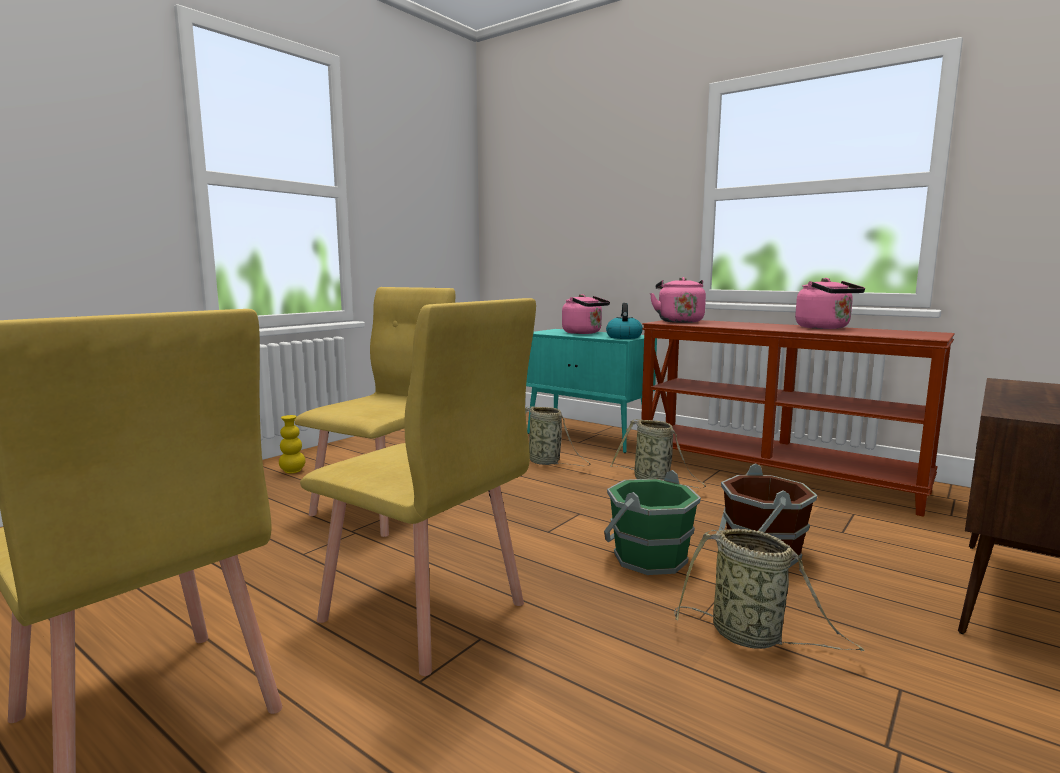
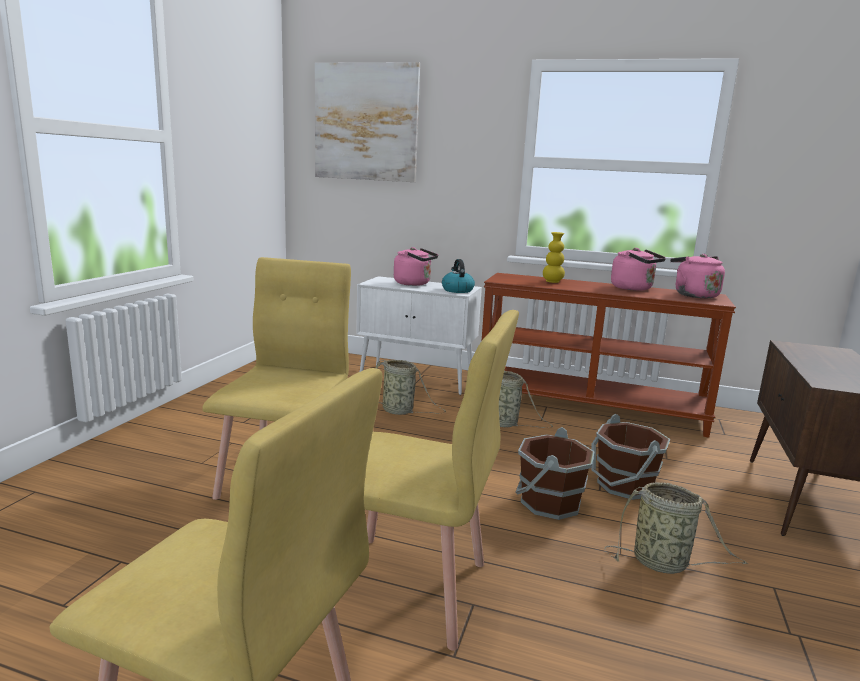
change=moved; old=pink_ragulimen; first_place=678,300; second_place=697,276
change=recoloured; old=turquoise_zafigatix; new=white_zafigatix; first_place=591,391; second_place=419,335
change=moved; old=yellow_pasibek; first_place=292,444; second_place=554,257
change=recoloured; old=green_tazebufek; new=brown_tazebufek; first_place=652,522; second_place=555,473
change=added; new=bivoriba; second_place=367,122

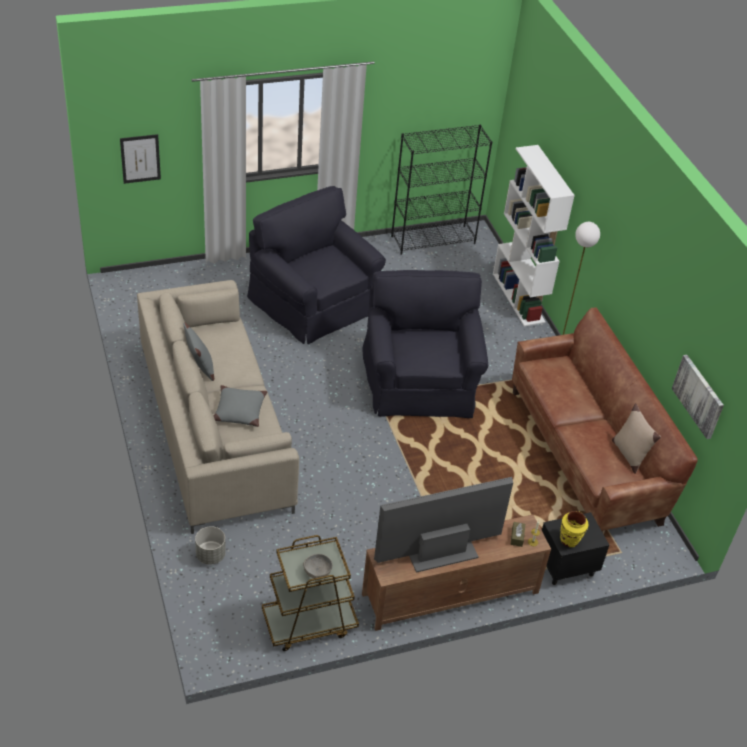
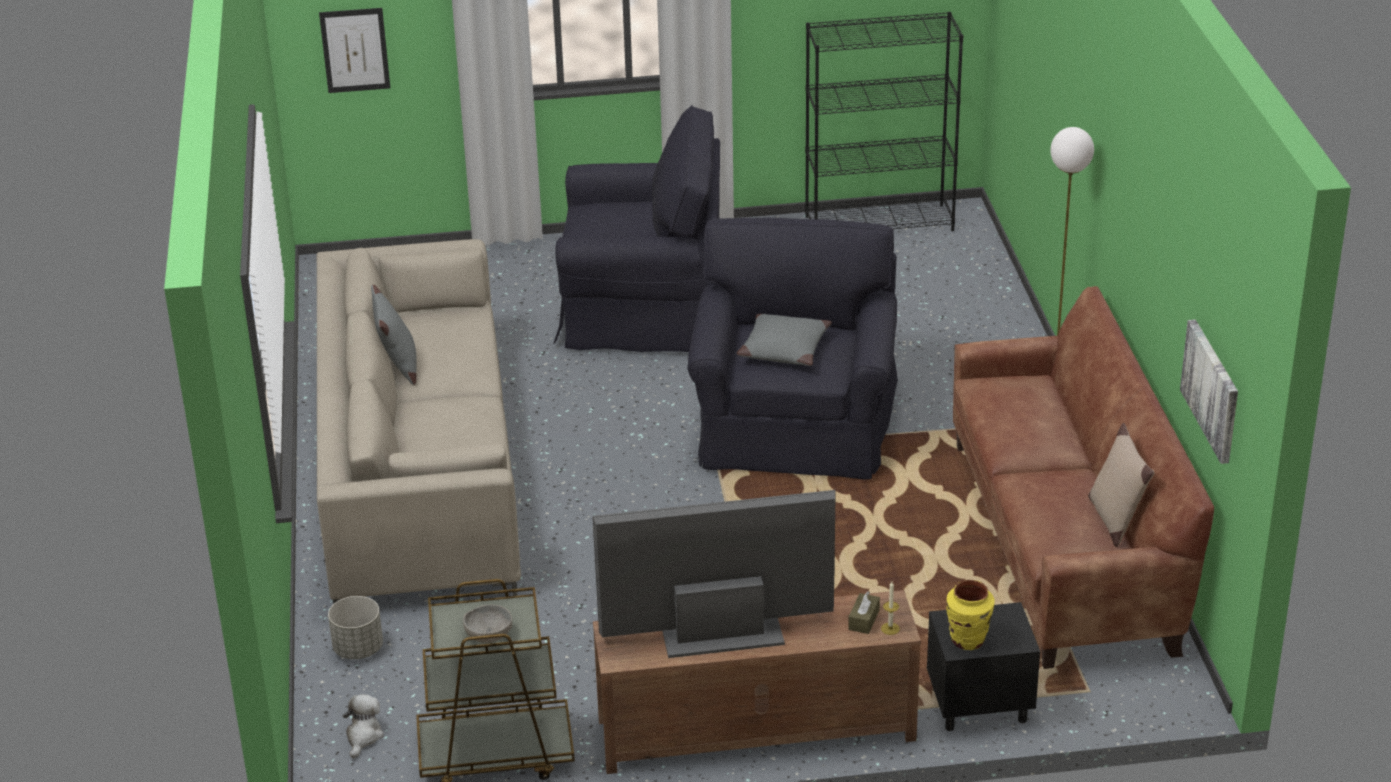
change=removed; old=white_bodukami; first_place=534,236
change=turned; old=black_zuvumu; first_place=316,265; second_place=637,228; degrees=120
change=moved; old=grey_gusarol; first_place=240,406; second_place=784,340
change=added; new=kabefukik; second_place=363,726

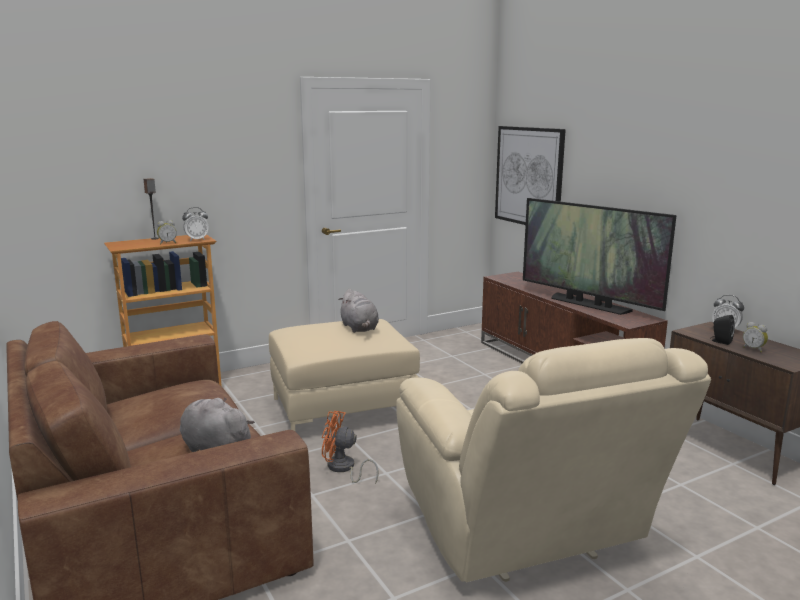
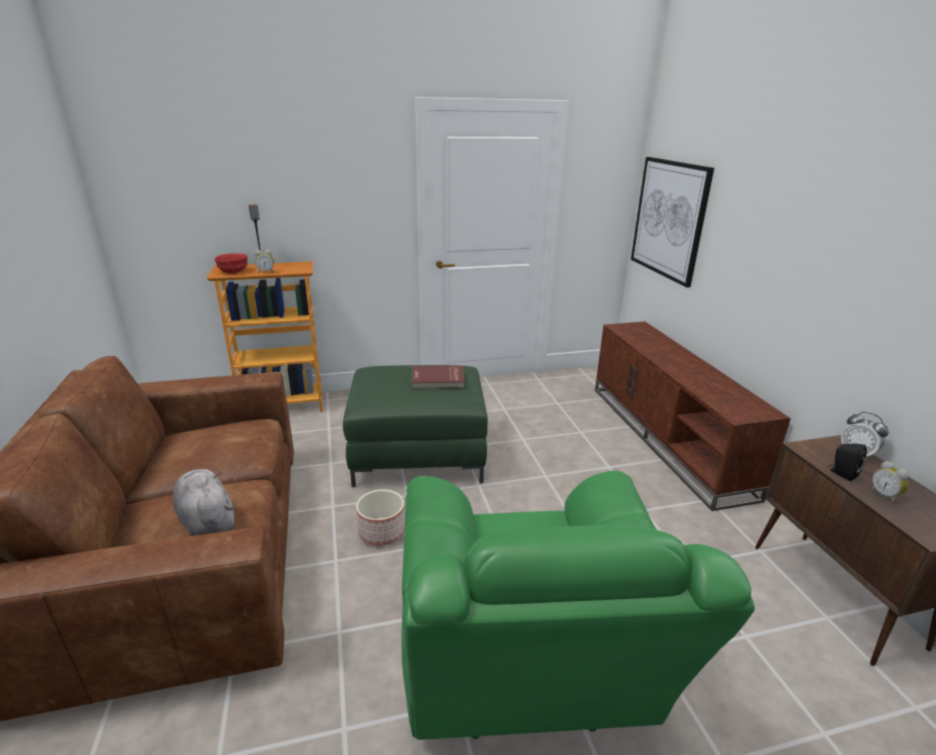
change=removed; old=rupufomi; first_place=599,256
change=removed; old=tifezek; first_place=195,224
change=replaced; old=grey_kabefukik; new=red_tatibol; first_place=358,311; second_place=438,376
change=recoloured; old=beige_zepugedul; new=green_zepugedul; first_place=344,375; second_place=415,426
change=recoloured; old=beige_zuvumu; new=green_zuvumu; first_place=553,460; second_place=578,605
change=replaced; old=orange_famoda; new=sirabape; first_place=350,447; second_place=380,517
change=added; new=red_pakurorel; second_place=231,263

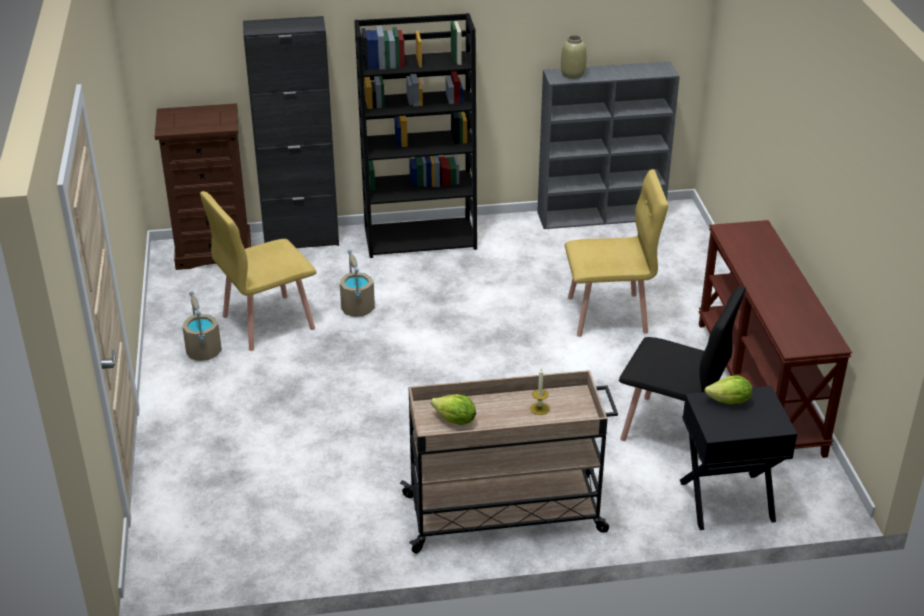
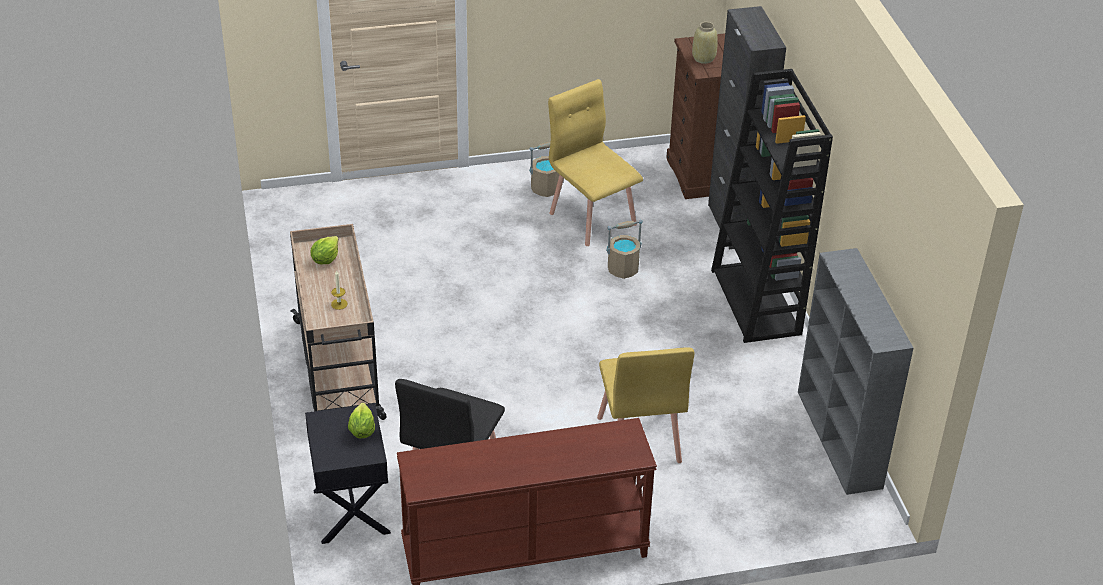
change=moved; old=beige_pasibek; first_place=573,57; second_place=705,43

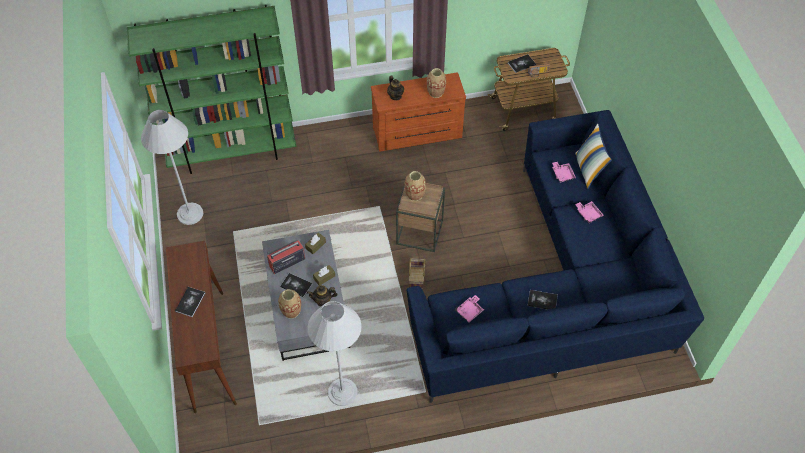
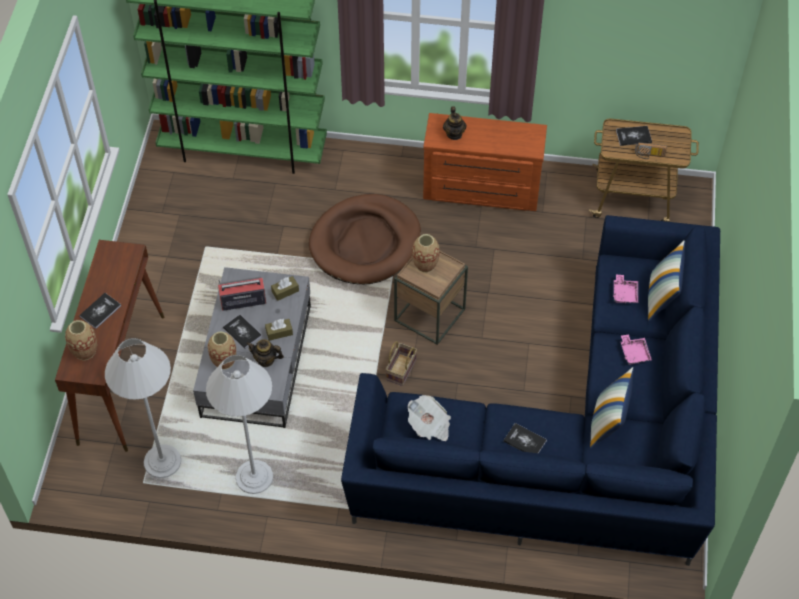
change=moved; old=pasibek; first_place=436,83; second_place=81,340
change=moved; old=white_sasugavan; first_place=172,167; second_place=143,408
change=replaced; old=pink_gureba; new=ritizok; first_place=469,308; second_place=429,418
change=added; new=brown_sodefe; second_place=365,239
change=added; new=gusarol; second_place=612,408

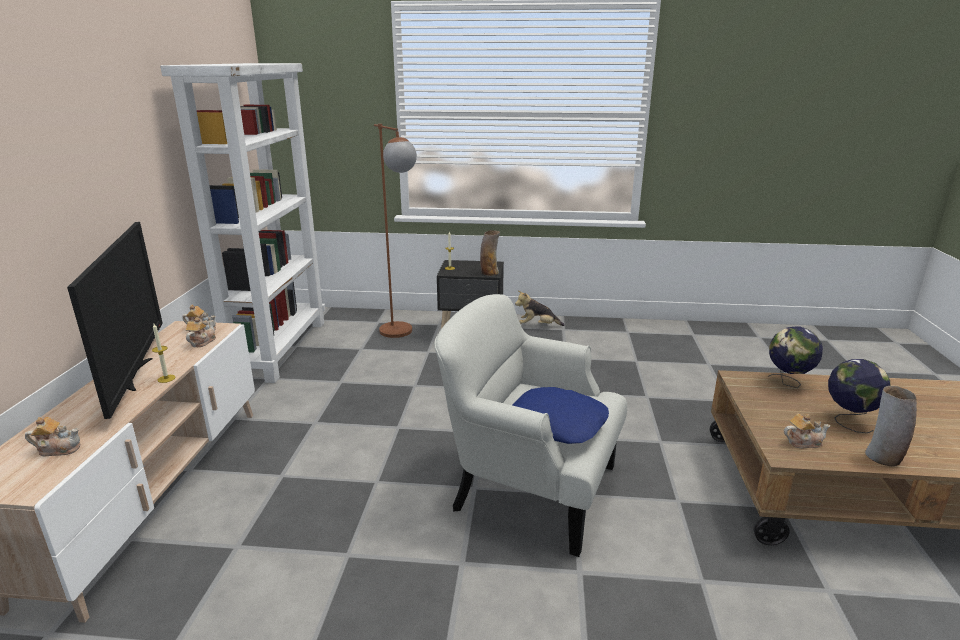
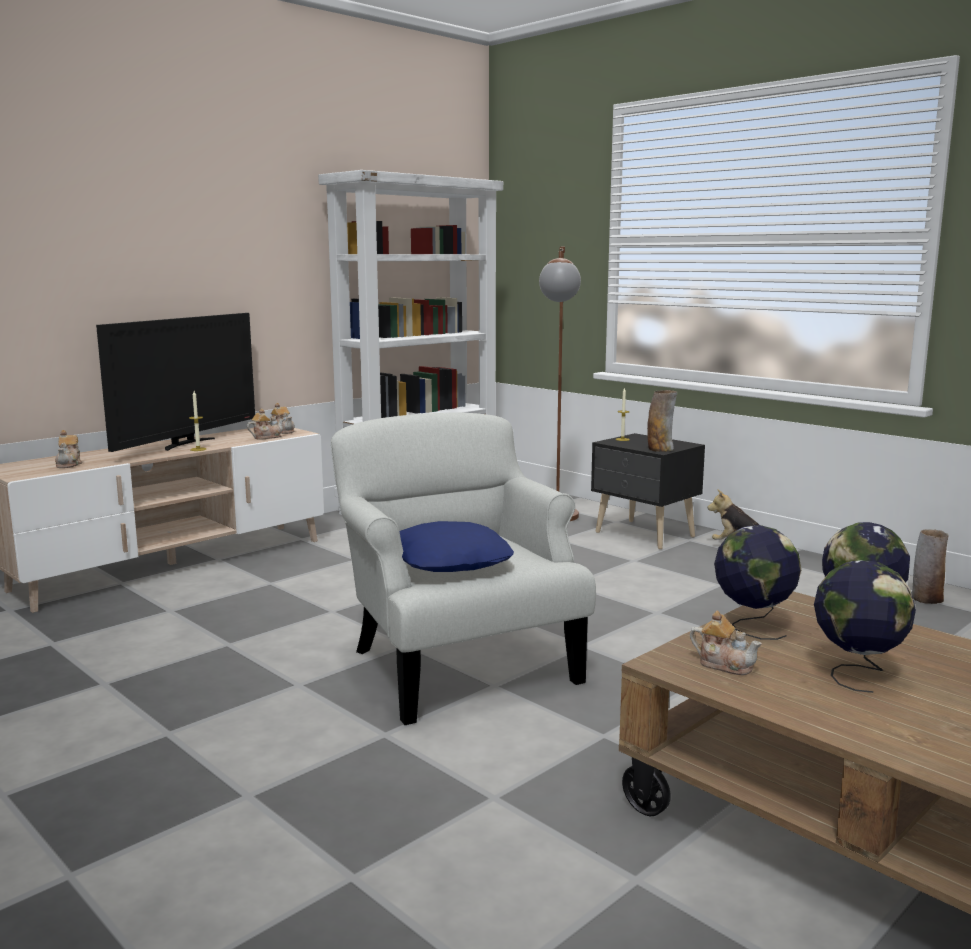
change=moved; old=pasibek; first_place=891,426; second_place=930,566
change=turned; old=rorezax; first_place=52,436; second_place=68,449; degrees=45
change=added; new=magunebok; second_place=757,582

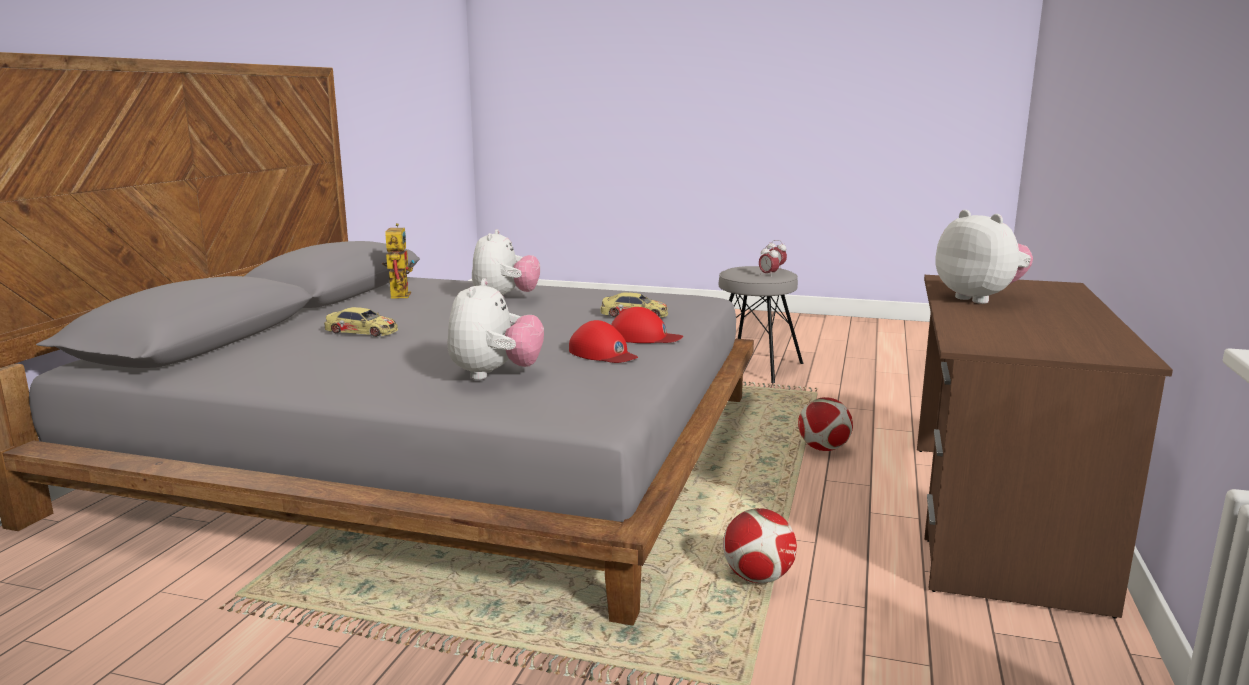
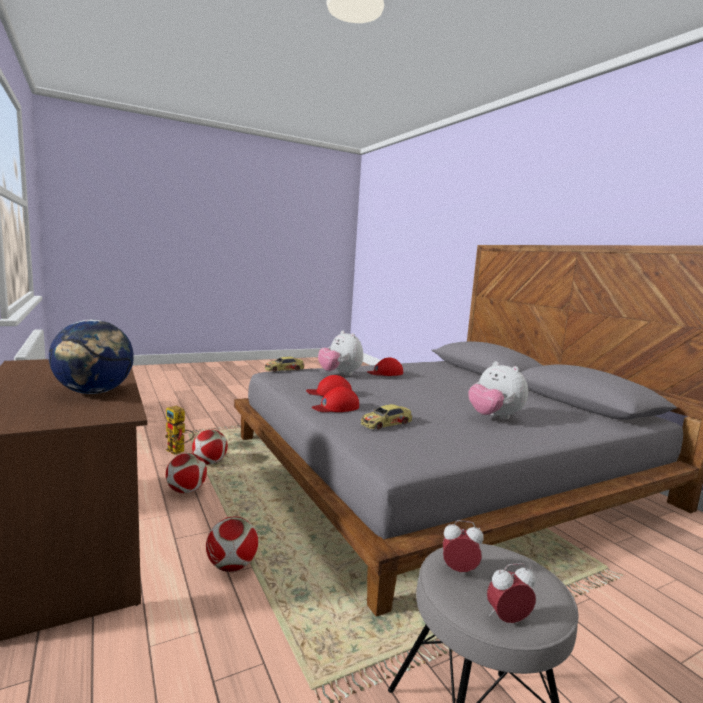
change=replaced; old=kabefukik; new=magunebok; first_place=984,257; second_place=91,357
change=moved; old=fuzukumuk; first_place=398,261; second_place=179,430
change=moved; old=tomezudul; first_place=361,322; second_place=284,364
change=added; new=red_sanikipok; second_place=385,366
change=added; new=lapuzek; second_place=186,473

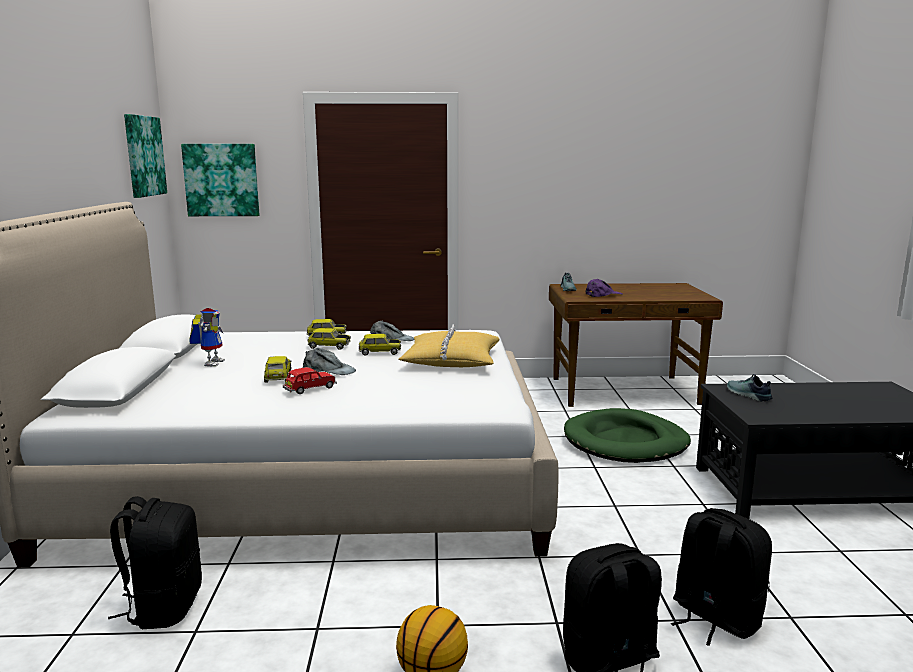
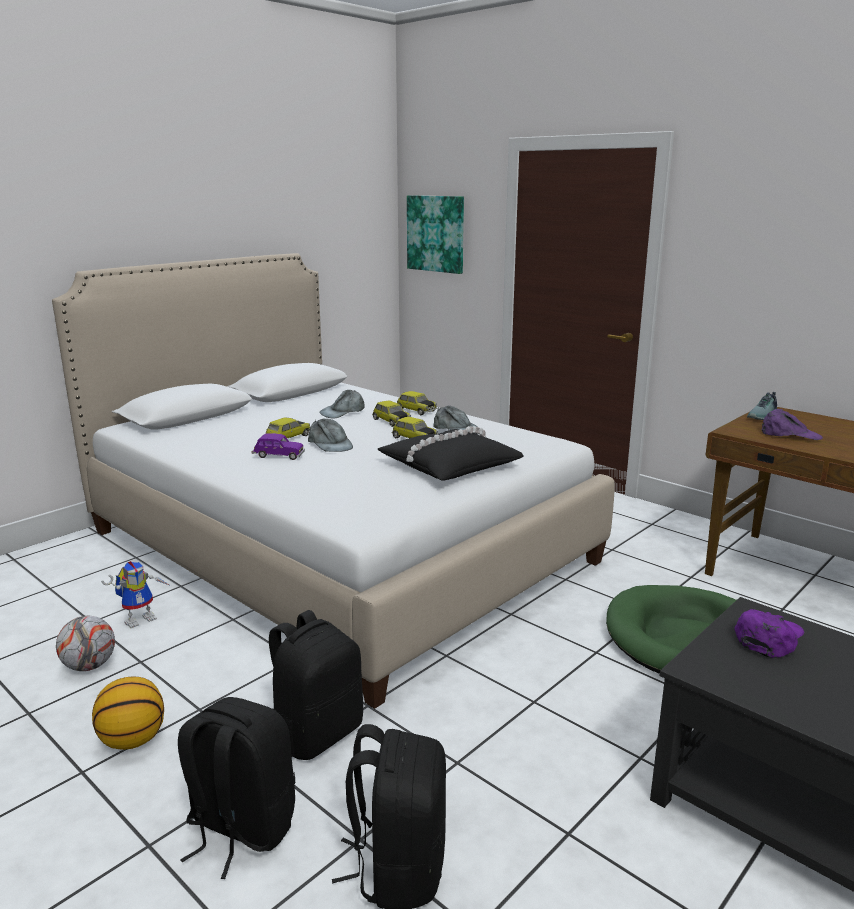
change=removed; old=bivoriba; first_place=145,156
change=moved; old=fuzukumuk; first_place=207,337; second_place=136,594
change=recoloured; old=yellow_gusarol; new=black_gusarol; first_place=449,346; second_place=451,453
change=recoloured; old=red_tomezudul; new=purple_tomezudul; first_place=310,380; second_place=278,446
change=replaced; old=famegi; new=purple_sanikipok; first_place=750,387; second_place=769,633
change=moved; old=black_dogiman; first_place=155,562; second_place=316,685
change=added; new=grey_sanikipok; second_place=342,404
change=added; new=lapuzek; second_place=85,643

